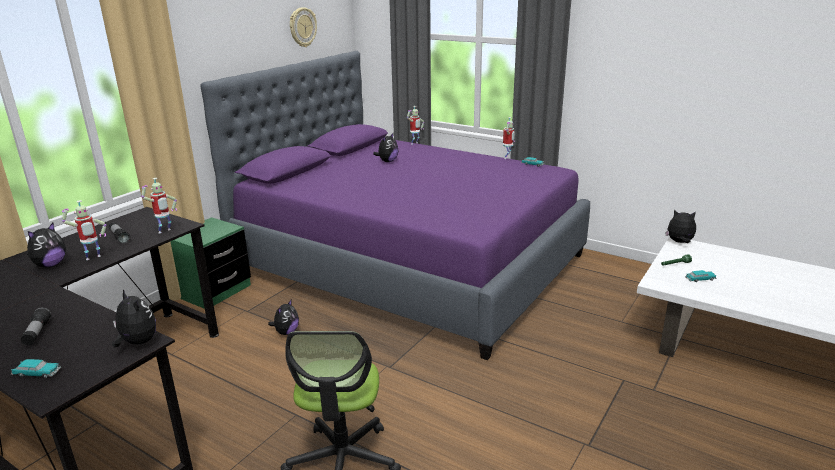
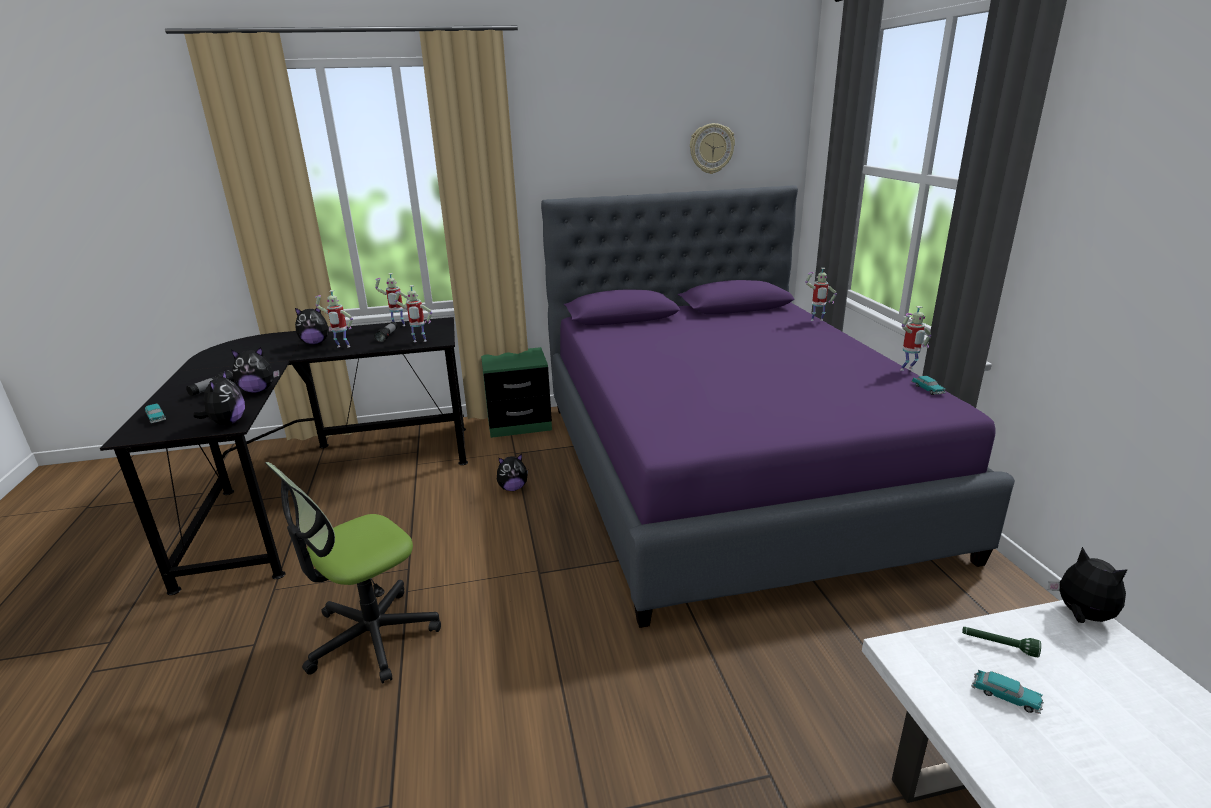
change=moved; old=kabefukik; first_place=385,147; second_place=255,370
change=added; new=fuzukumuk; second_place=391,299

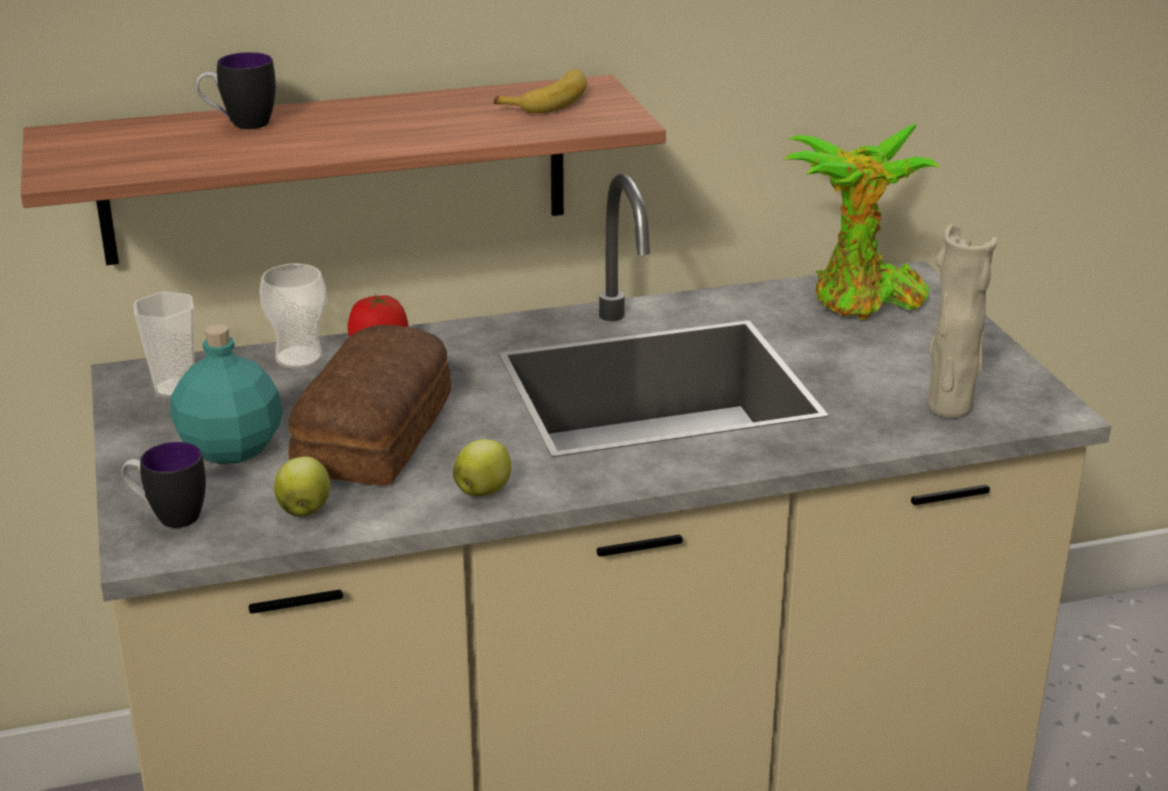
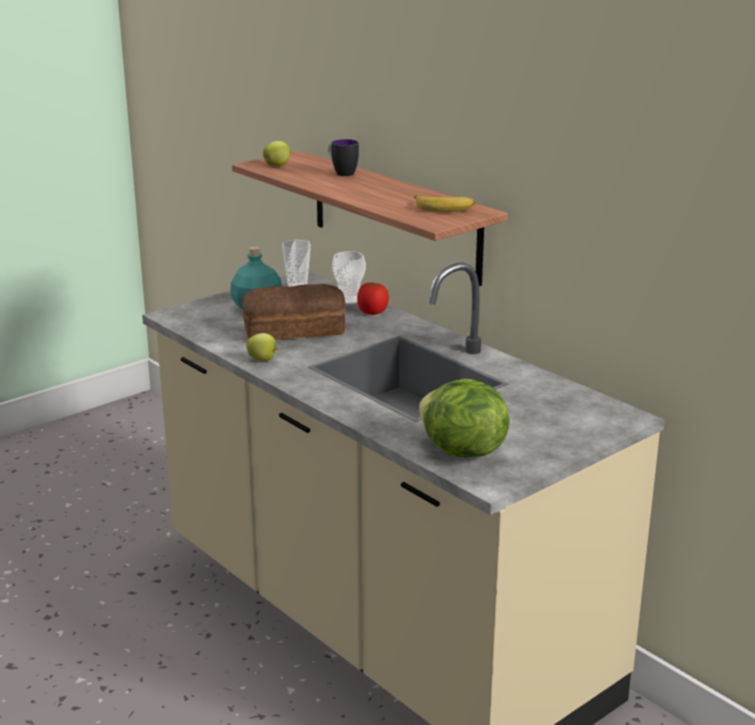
change=removed; old=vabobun; first_place=861,221
change=replaced; old=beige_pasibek; new=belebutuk; first_place=962,320; second_place=464,418
change=removed; old=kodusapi; first_place=164,485
change=moved; old=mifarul; first_place=302,487; second_place=277,153

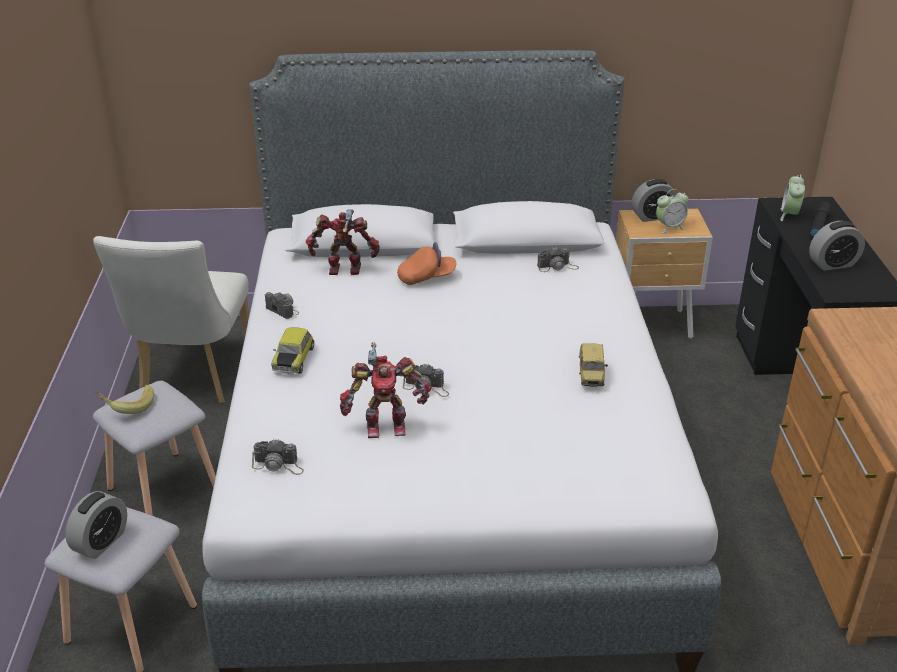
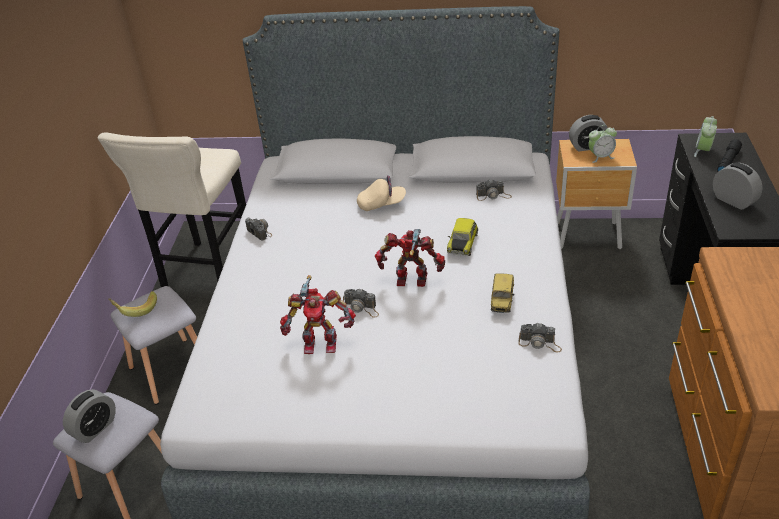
change=moved; old=fuzukumuk; first_place=343,242; second_place=410,258
change=turned; old=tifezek; first_place=837,246; second_place=738,186; degrees=-120
change=replaced; old=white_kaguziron; new=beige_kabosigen; first_place=171,319; second_place=172,210
change=recoloured; old=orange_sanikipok; new=beige_sanikipok; first_place=426,263; second_place=381,193
change=moved; old=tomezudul; first_place=292,350; second_place=462,237
change=moved; old=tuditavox; first_place=278,457; second_place=540,338

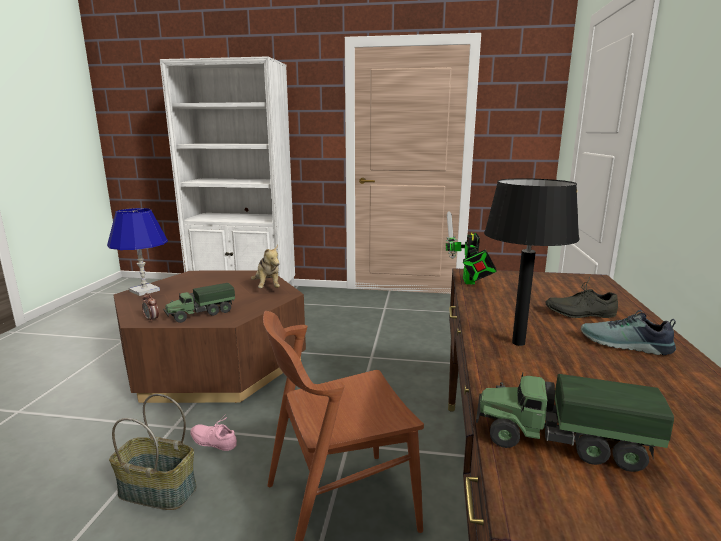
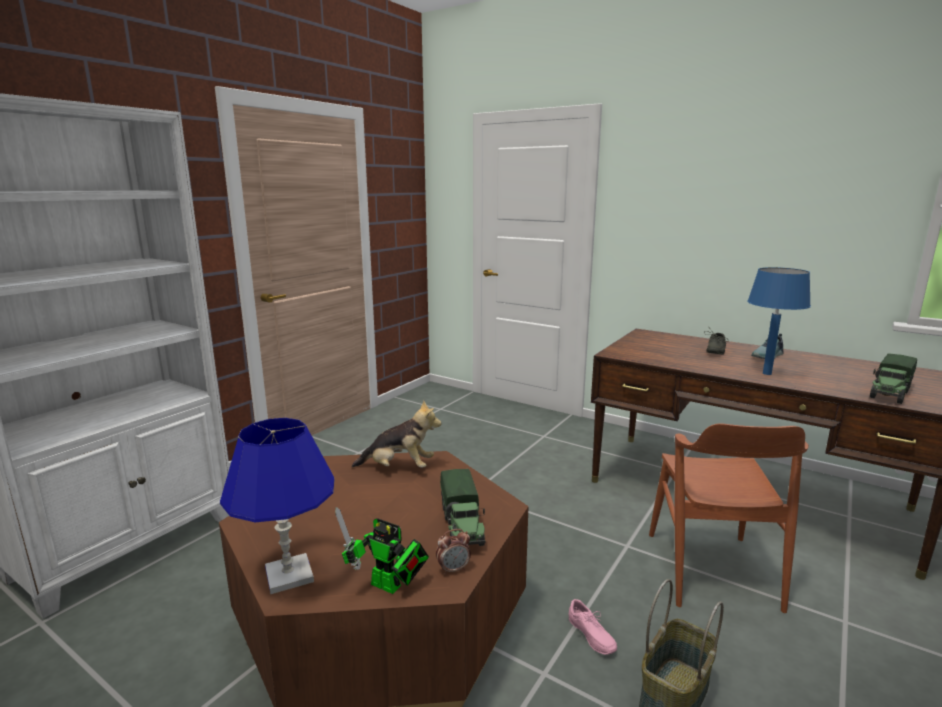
change=recoloured; old=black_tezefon; new=blue_tezefon; first_place=532,262; second_place=779,321
change=moved; old=fuzukumuk; first_place=471,247; second_place=382,550
change=turned; old=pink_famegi; first_place=213,432; second_place=593,627; degrees=-75

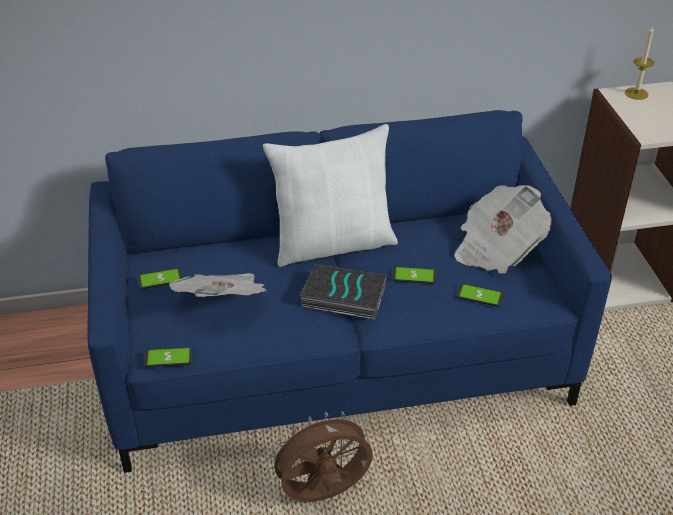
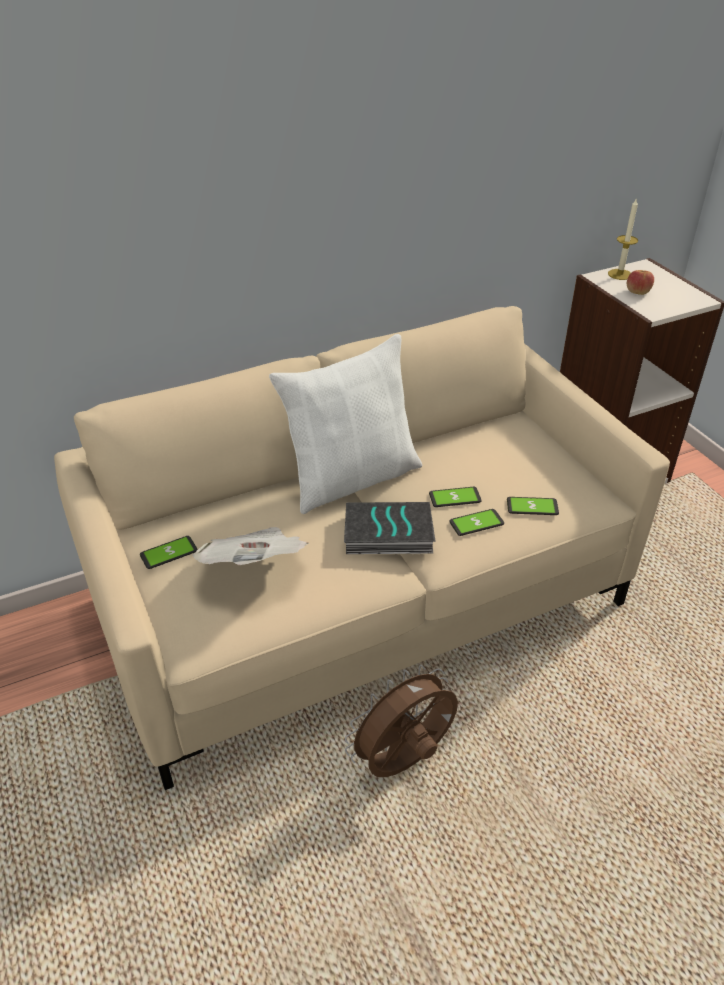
change=recoloured; old=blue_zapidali; new=beige_zapidali; first_place=350,291; second_place=362,548
change=removed; old=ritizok; first_place=502,229
change=moved; old=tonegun; first_place=169,357; second_place=476,522
change=added; new=mifarul; second_place=640,282

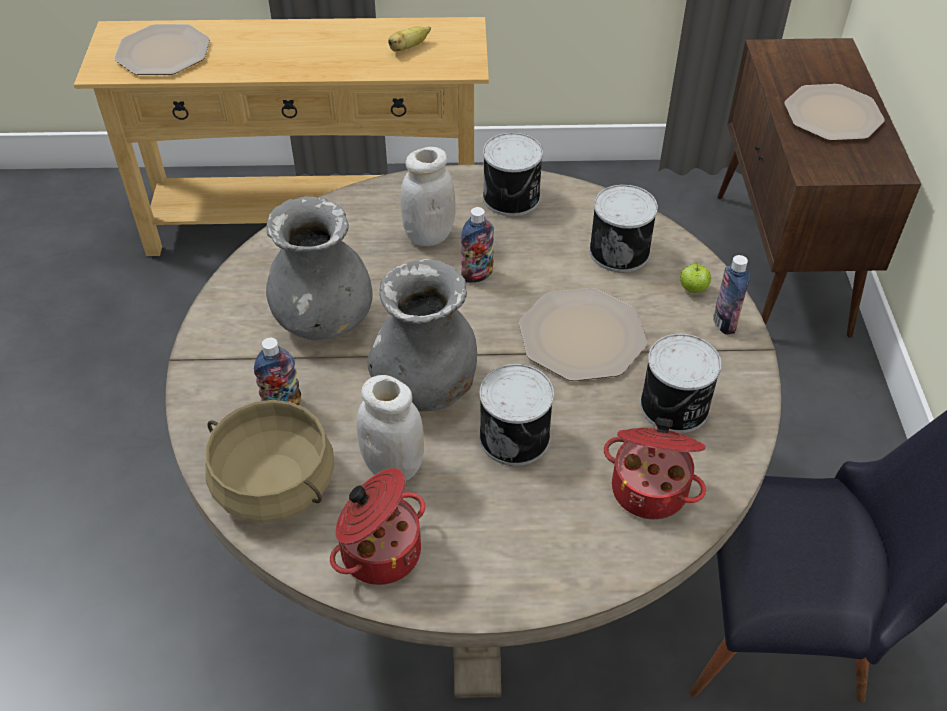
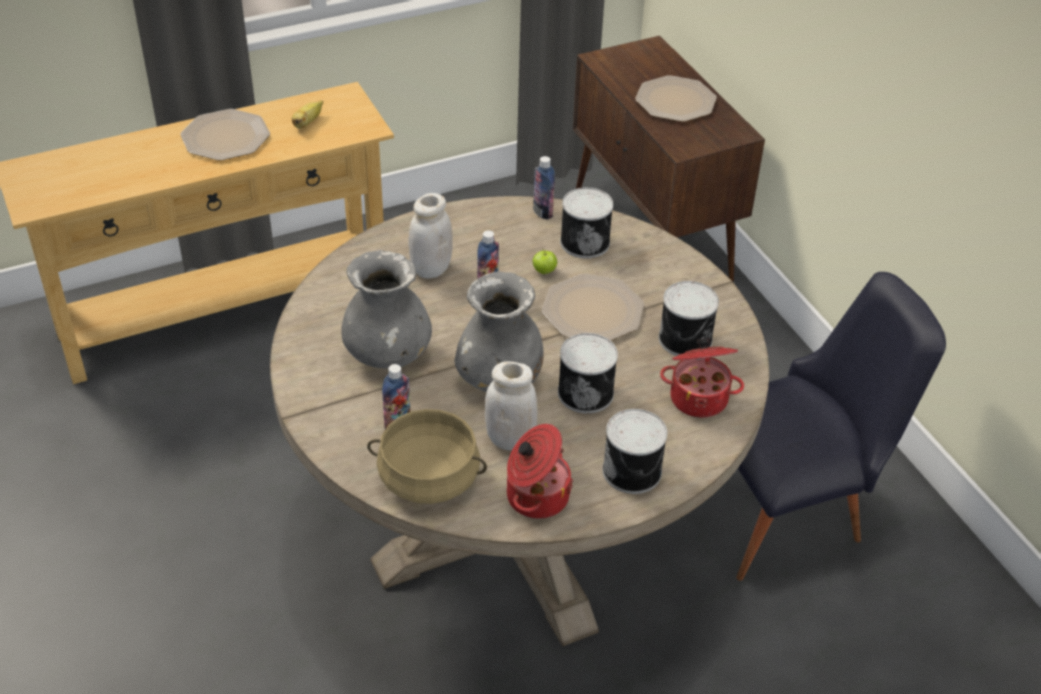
change=moved; old=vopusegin; first_place=162,49; second_place=225,135
change=moved; old=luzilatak; first_place=513,174; second_place=635,451
change=moved; old=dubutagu; first_place=731,295; second_place=544,188
change=moved; old=mifarul; first_place=695,277; second_place=545,261

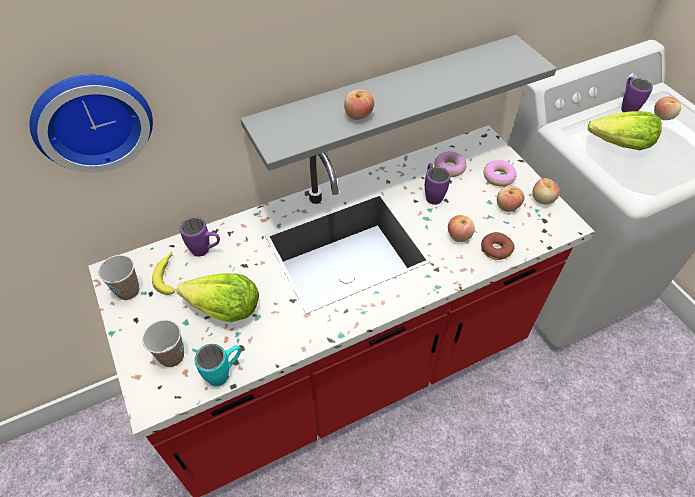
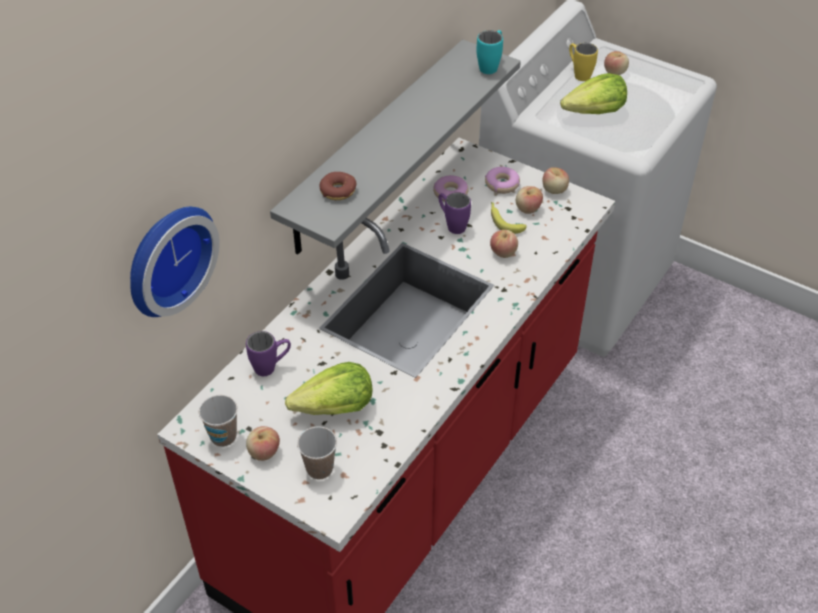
change=recoloured; old=purple_kodusapi; new=yellow_kodusapi; first_place=637,94; second_place=583,62
change=moved; old=mifarul; first_place=359,104; second_place=263,443
change=moved; old=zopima; first_place=497,246; second_place=338,186
change=moved; old=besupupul; first_place=164,273; second_place=508,218
change=moved; old=turquoise_kodusapi; first_place=218,365; second_place=490,52

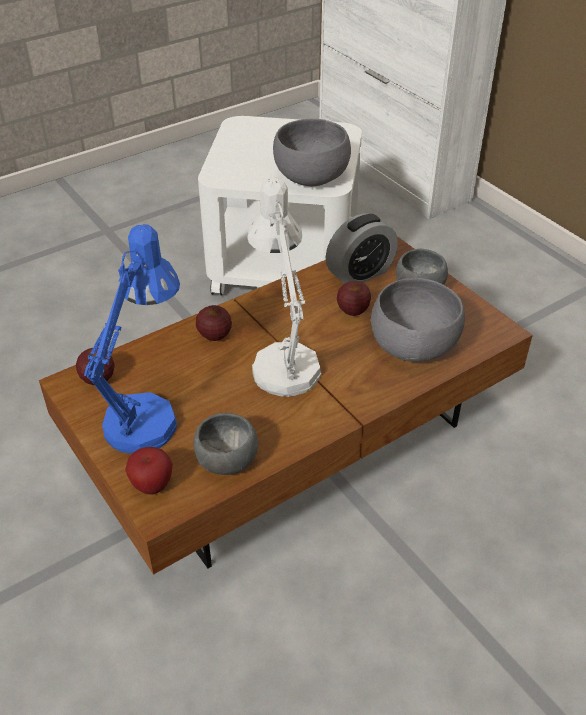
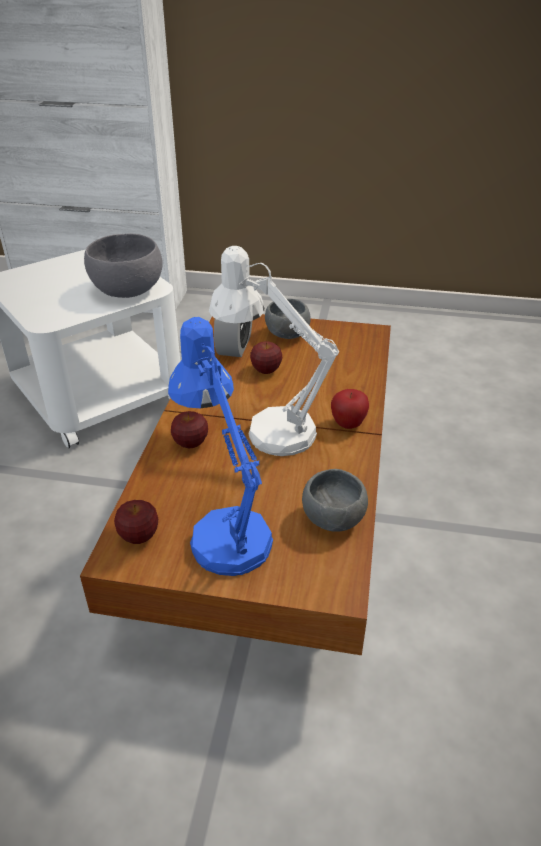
change=removed; old=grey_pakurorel; first_place=418,320
change=moved; old=mifarul; first_place=149,471; second_place=350,409

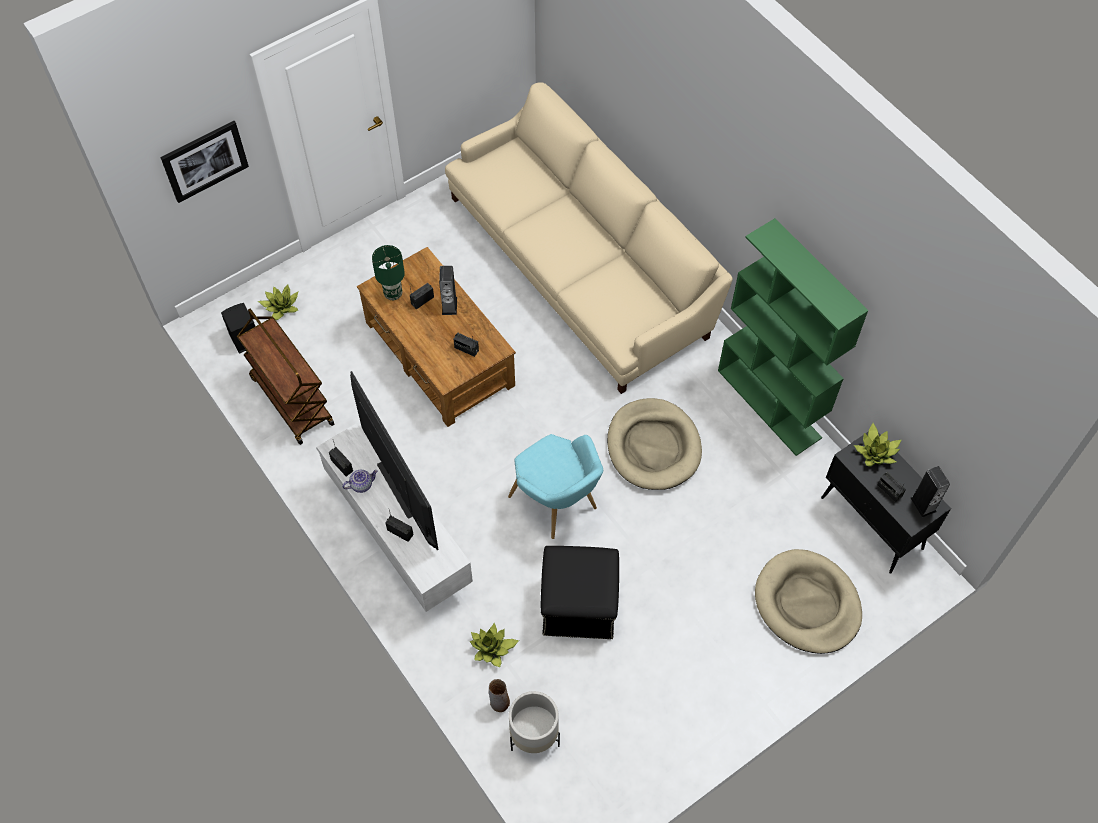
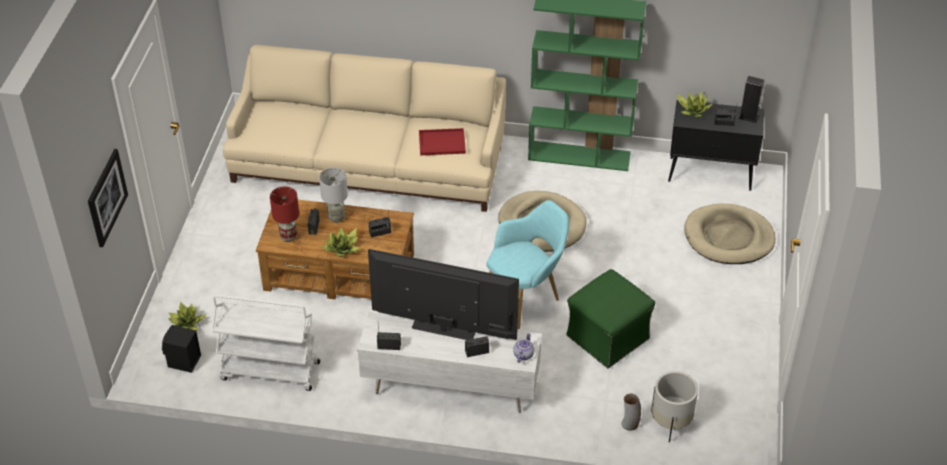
change=recoloured; old=green_tezefon; new=red_tezefon; first_place=388,272; second_place=284,214
change=replaced; old=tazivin; new=grey_tezefon; first_place=448,290; second_place=333,195
change=recoloured; old=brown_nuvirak; new=white_nuvirak; first_place=285,377; second_place=266,343
change=turned; old=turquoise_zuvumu; first_place=555,486; second_place=527,264; degrees=-45
change=moved; old=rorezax; first_place=360,481; second_place=523,348
change=recoloured; old=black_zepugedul; new=green_zepugedul; first_place=580,592; second_place=610,319
change=moved; old=vabobun; first_place=494,645; second_place=340,242
change=added; new=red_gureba; second_place=442,142

